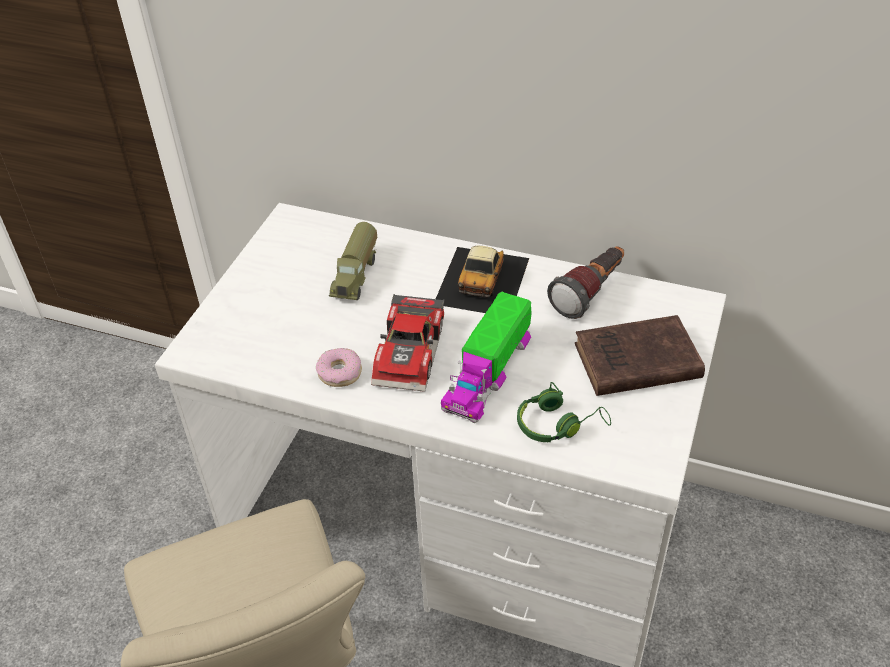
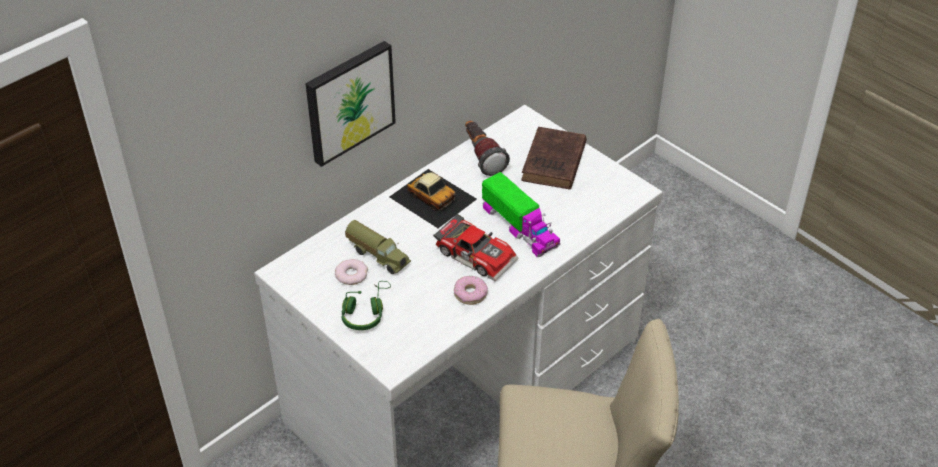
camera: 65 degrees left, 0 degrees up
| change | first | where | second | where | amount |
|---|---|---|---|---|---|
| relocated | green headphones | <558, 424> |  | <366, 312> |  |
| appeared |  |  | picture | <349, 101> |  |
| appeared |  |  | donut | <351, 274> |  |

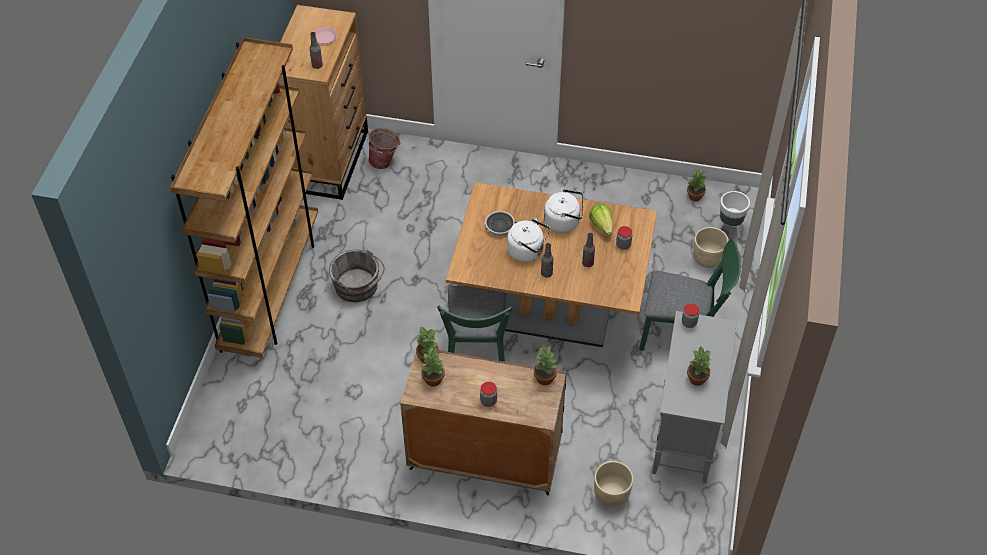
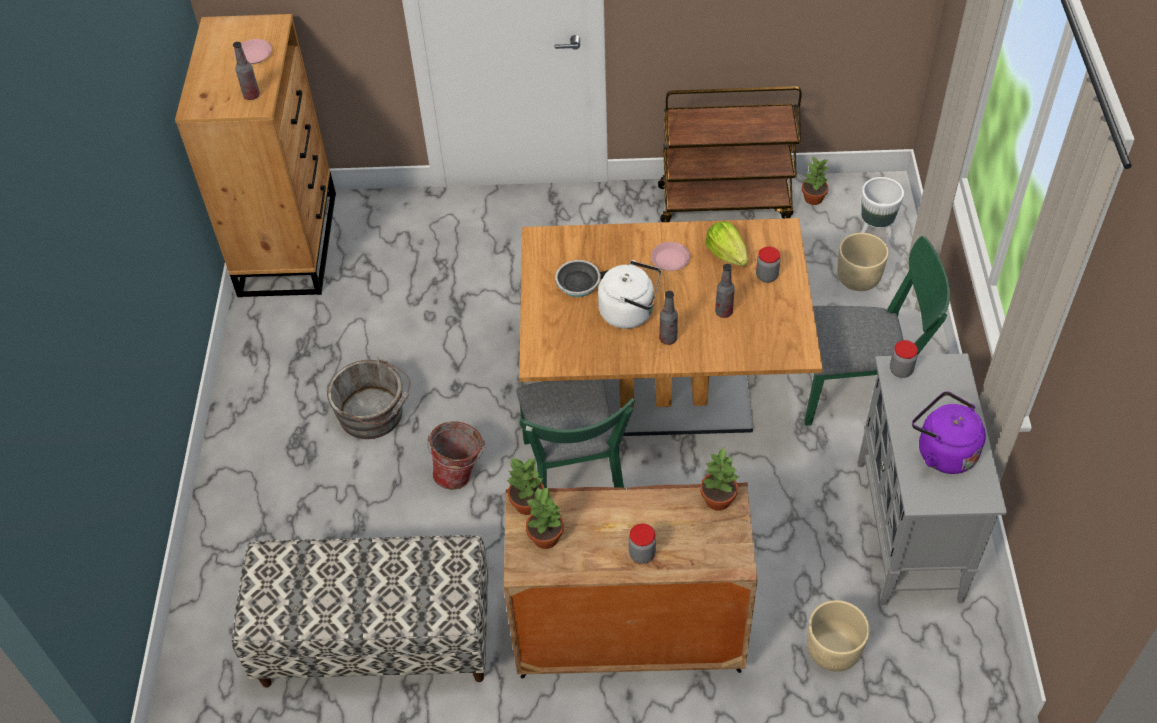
camera: 10 degrees left, 0 degrees up
| change | first | where | second | where | amount |
|---|---|---|---|---|---|
| missing | brown bookcase | <271, 289> |  |  |  |
| relocated | bucket | <385, 162> |  | <461, 474> |  |
| exchanged | white kettle | <564, 222> | pink plate | <670, 259> |  |
| exchanged | potted plant | <697, 378> | purple kettle | <942, 451> |  |
| appeared |  |  | bench | <376, 641> |  |
| appeared |  |  | brown cart | <725, 201> |  |

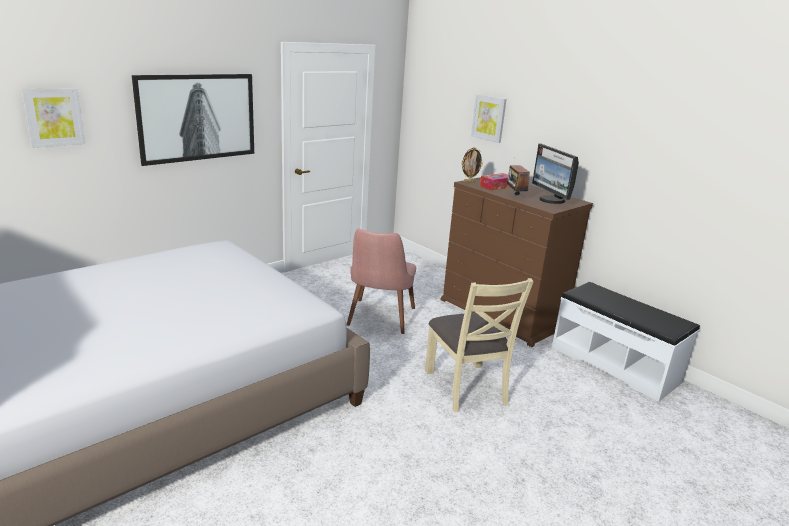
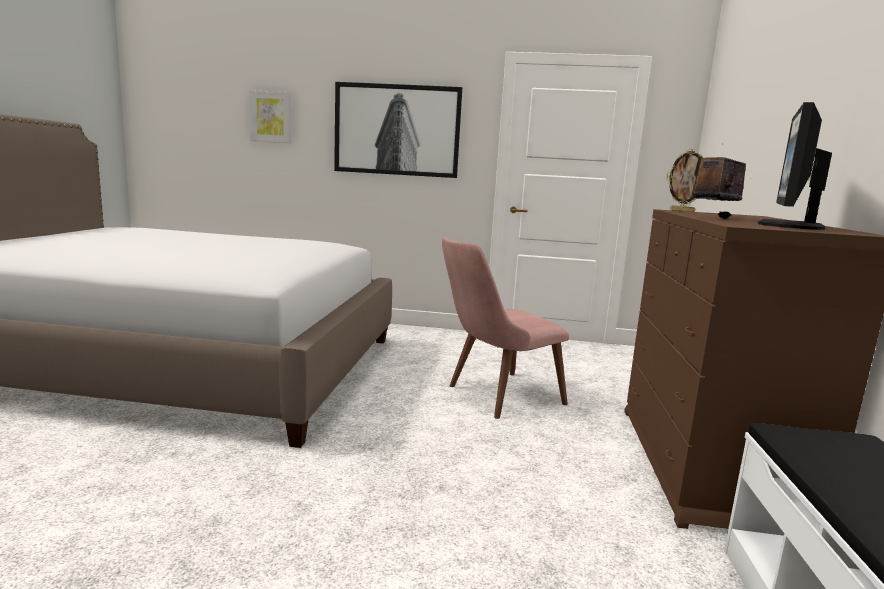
camera: 50 degrees right, 10 degrees down
| change | first | where | second | where | amount |
|---|---|---|---|---|---|
| missing | beige chair | <466, 387> |  |  |  |
| missing | picture | <489, 118> |  |  |  |
| missing | tissue box | <496, 186> |  |  |  |

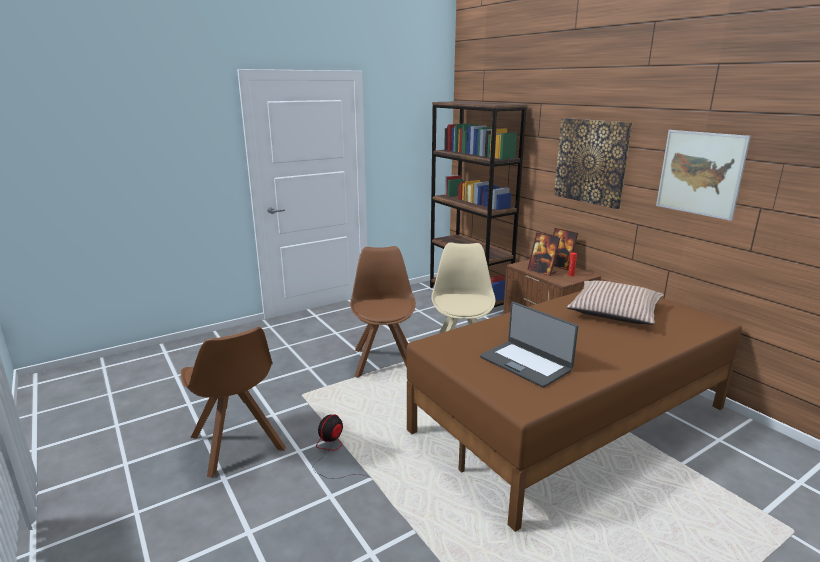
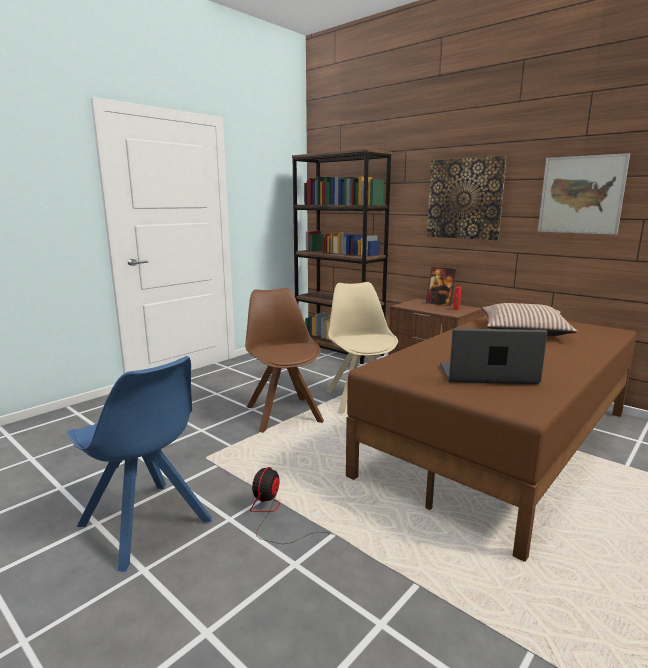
camera: 15 degrees left, 5 degrees down
| change | first | where | second | where | amount |
|---|---|---|---|---|---|
| colour | brown chair | <238, 444> | blue chair | <147, 525> |  |
| spun | laptop | <526, 363> |  | <487, 375> | 150 degrees clockwise |
| missing | picture frame | <542, 271> |  |  |  |

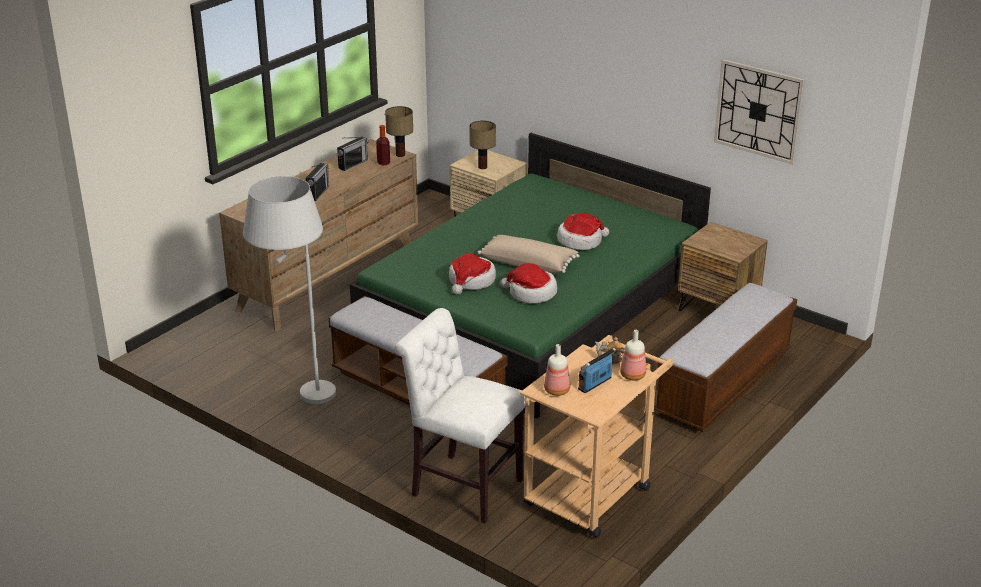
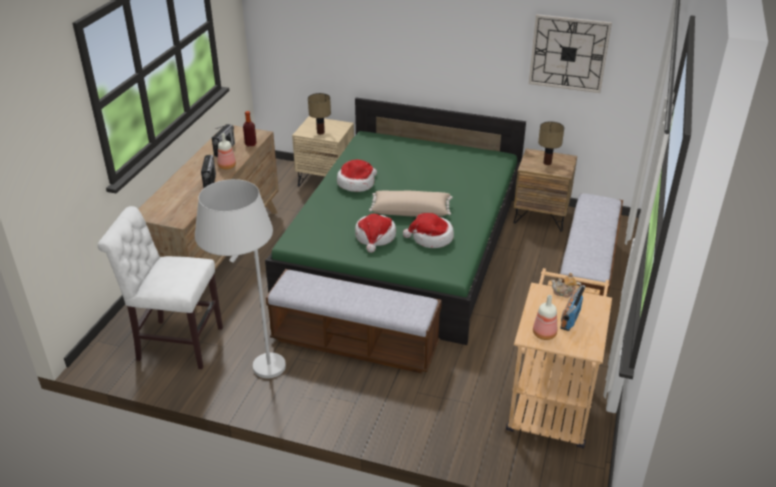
camera: 20 degrees left, 5 degrees up
| change | first | where | second | where | amount |
|---|---|---|---|---|---|
| relocated | table lamp | <401, 155> |  | <548, 163> |  |
| relocated | white chair | <462, 486> |  | <175, 343> |  |
| relocated | hat | <581, 241> |  | <357, 183> |  |
| relocated | bottle | <632, 375> |  | <226, 166> |  |

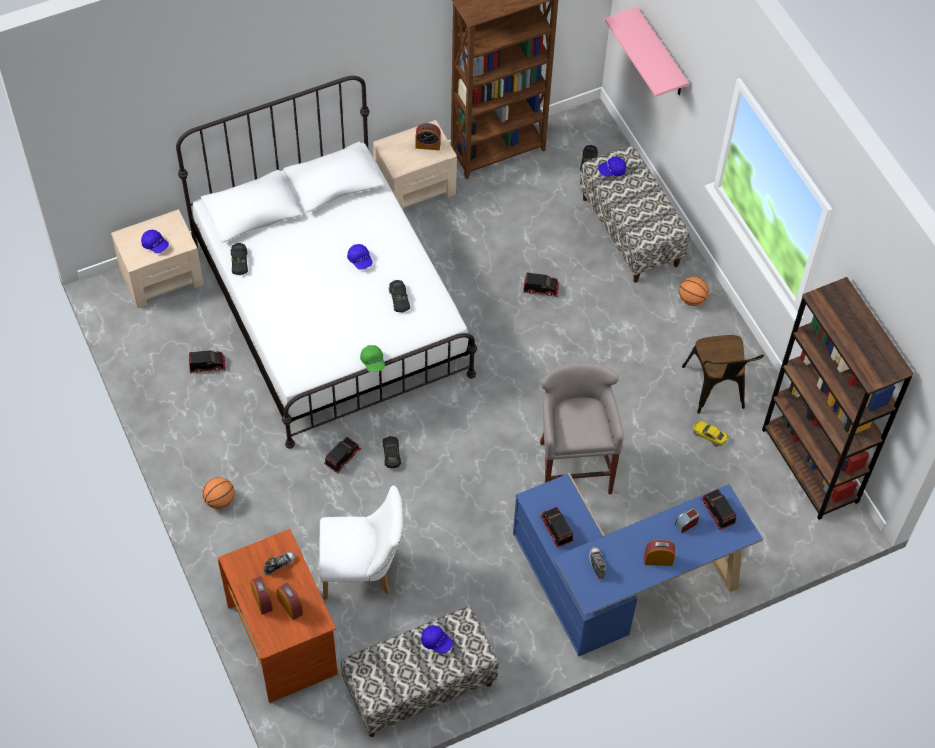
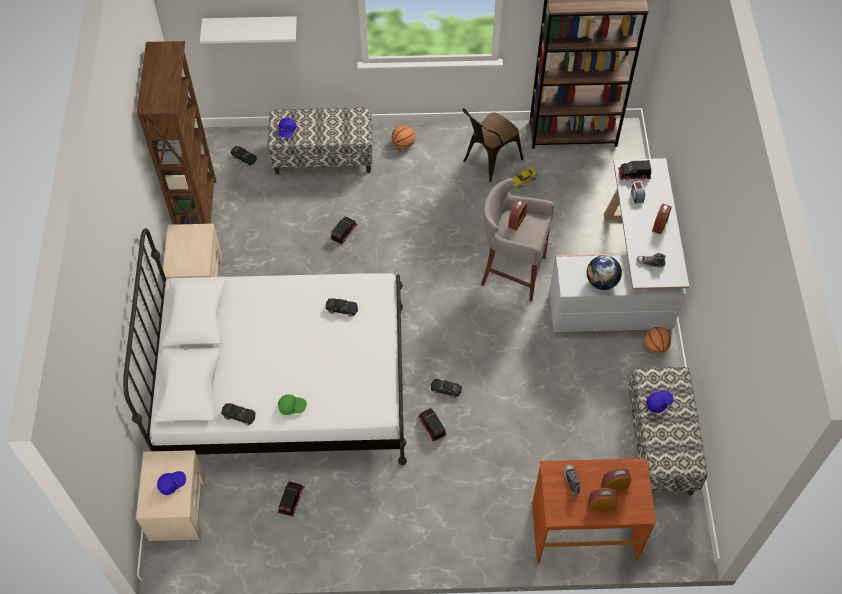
camera: 65 degrees left, 0 degrees up
| change | first | where | second | where | amount |
|---|---|---|---|---|---|
| relocated | basketball | <220, 500> |  | <655, 346> |  |
| missing | white chair | <363, 571> |  |  |  |
| missing | blue cap | <360, 260> |  |  |  |
| relocated | green cap | <373, 362> |  | <292, 407> |  |
| relocated | alarm clock | <428, 145> |  | <517, 220> |  |
| colour | blue desk | <620, 583> | white desk | <621, 280> |  |
| exchanged | toy truck | <556, 529> | globe | <601, 282> |  |
| colour | pink shelf | <661, 54> | white shelf | <250, 26> |  |
| spun | brown chair | <716, 391> |  | <488, 161> | 120 degrees clockwise |

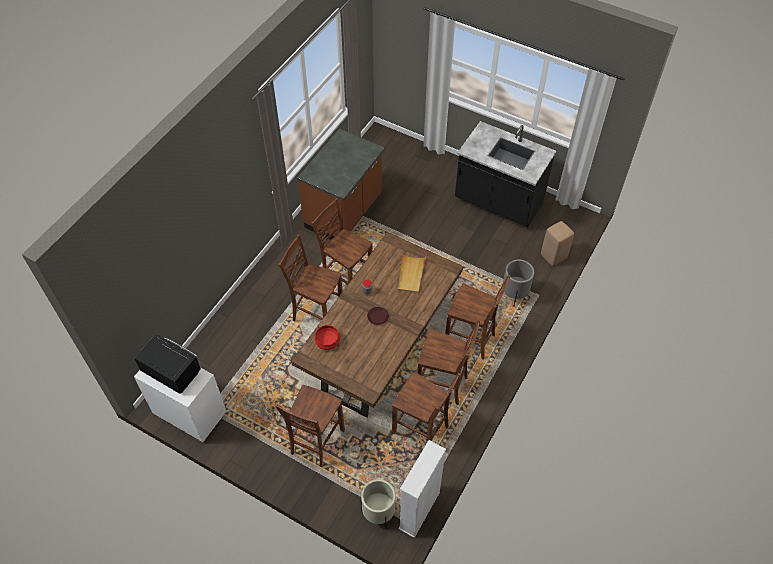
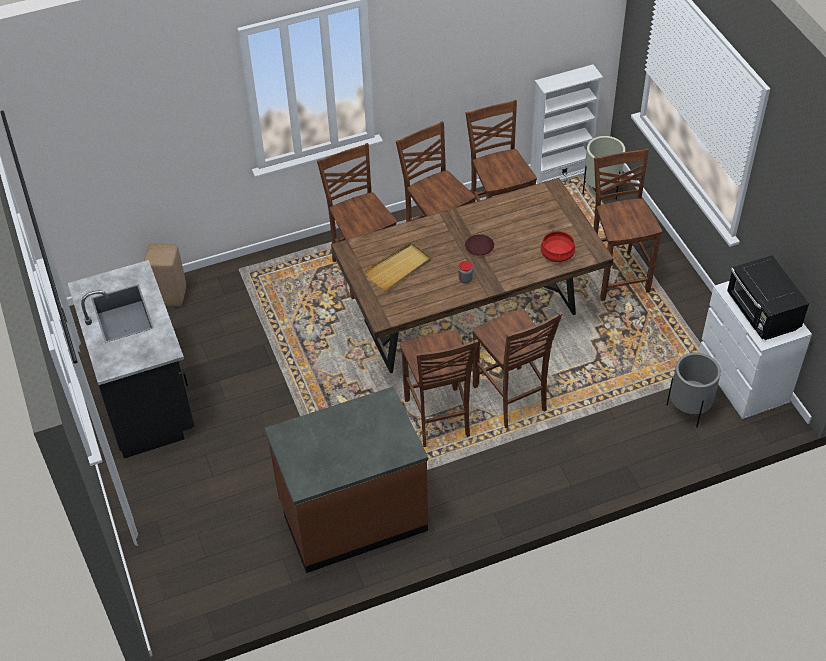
camera: 140 degrees left, 5 degrees down
| change | first | where | second | where | amount |
|---|---|---|---|---|---|
| spun | brown chair | <315, 442> |  | <617, 274> | 75 degrees counterclockwise |
| relocated | grey planter | <514, 295> |  | <689, 409> |  |

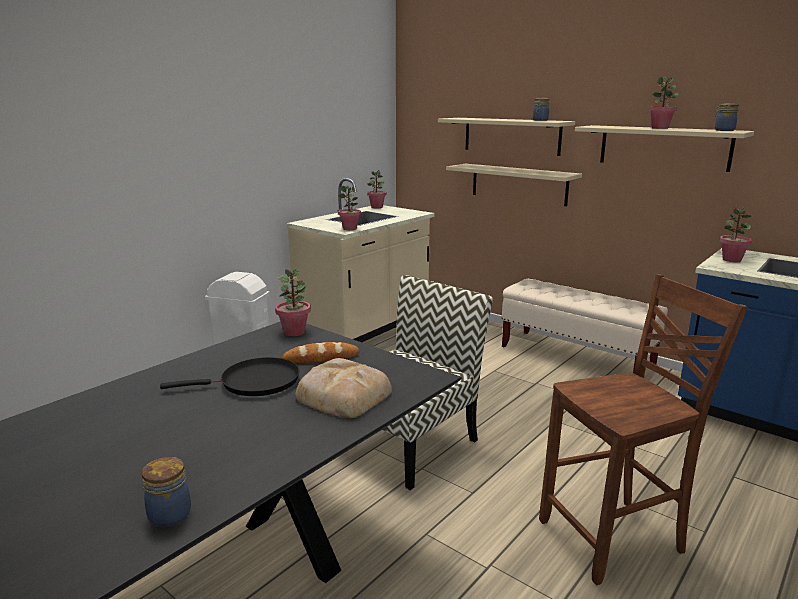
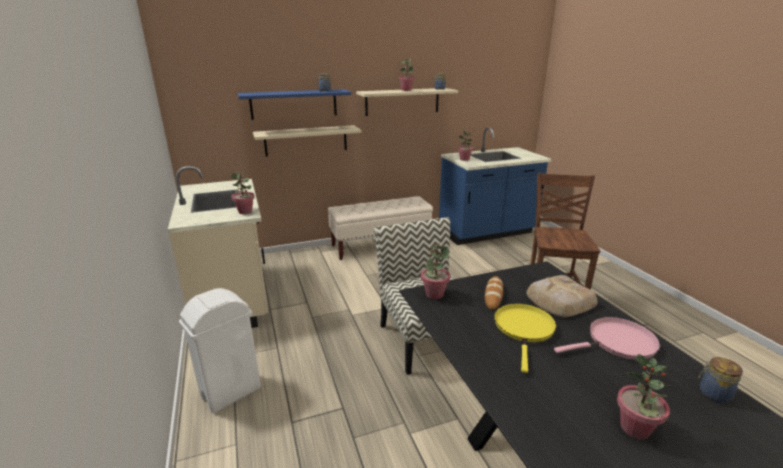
camera: 60 degrees left, 5 degrees up
| change | first | where | second | where | amount |
|---|---|---|---|---|---|
| colour | black frying pan | <254, 382> | yellow frying pan | <524, 329> |  |
| relocated | potted plant | <376, 207> |  | <635, 428> |  |
| colour | beige shelf | <511, 136> | blue shelf | <294, 104> |  |
| appeared |  |  | pink frying pan | <618, 342> |  |

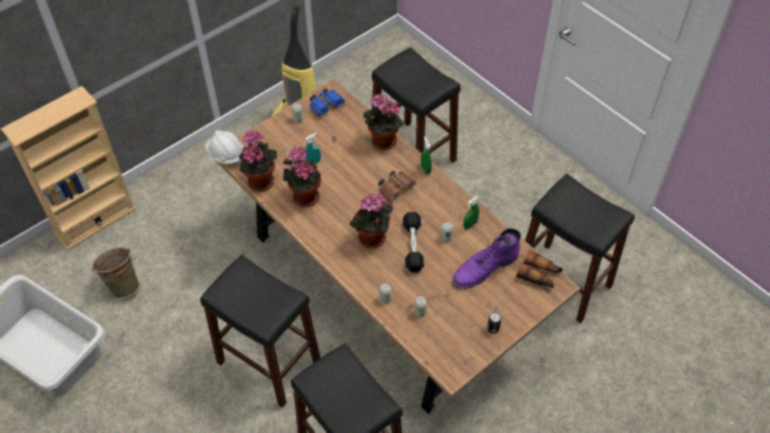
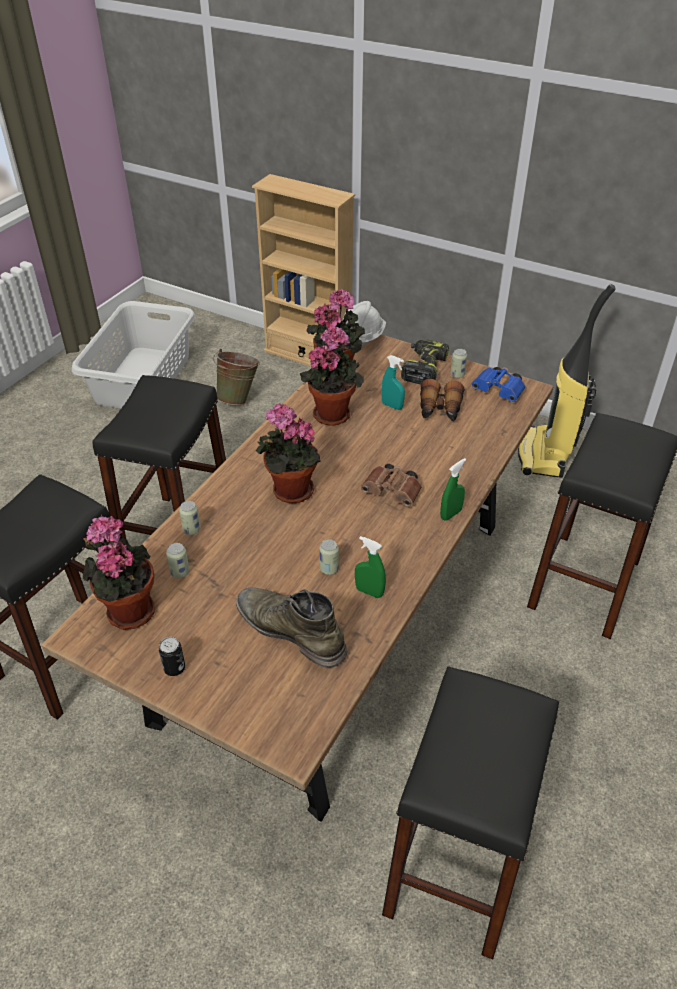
camera: 70 degrees right, 10 degrees down
| change | first | where | second | where | amount |
|---|---|---|---|---|---|
| relocated | potted plant | <382, 142> |  | <128, 609> |  |
| missing | black dumbbell | <413, 246> |  |  |  |
| colour | purple boot | <484, 268> | green boot | <290, 630> |  |
| relocated | binoculars | <539, 275> |  | <439, 410> |  |
| appeared |  |  | power drill | <423, 368> |  |

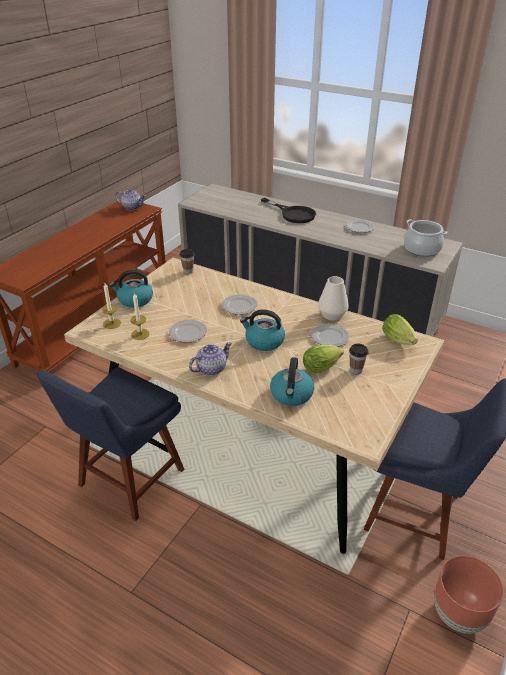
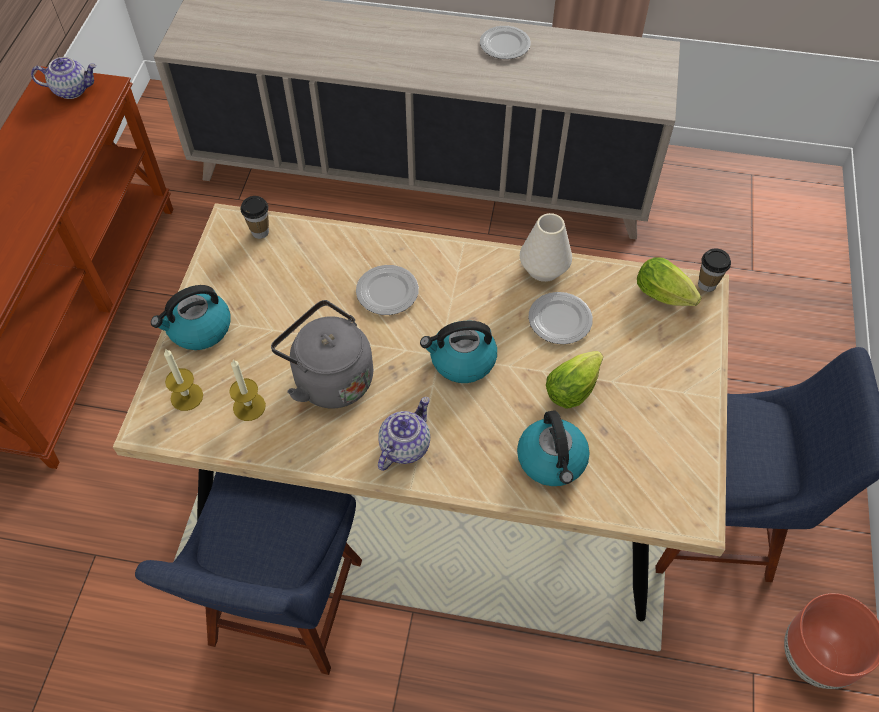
camera: 20 degrees left, 20 degrees up
| change | first | where | second | where | amount |
|---|---|---|---|---|---|
| exchanged | plate | <188, 332> | grey kettle | <329, 378> |  |
| missing | black frying pan | <293, 214> |  |  |  |
| relocated | cup | <356, 370> |  | <707, 284> |  |
| missing | cooking pot | <422, 249> |  |  |  |

